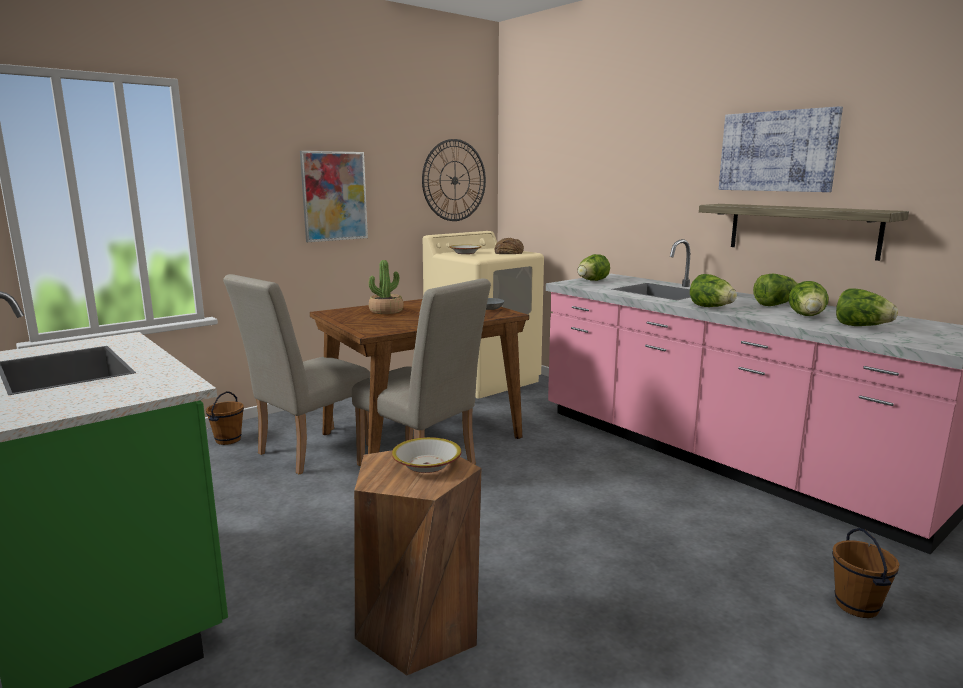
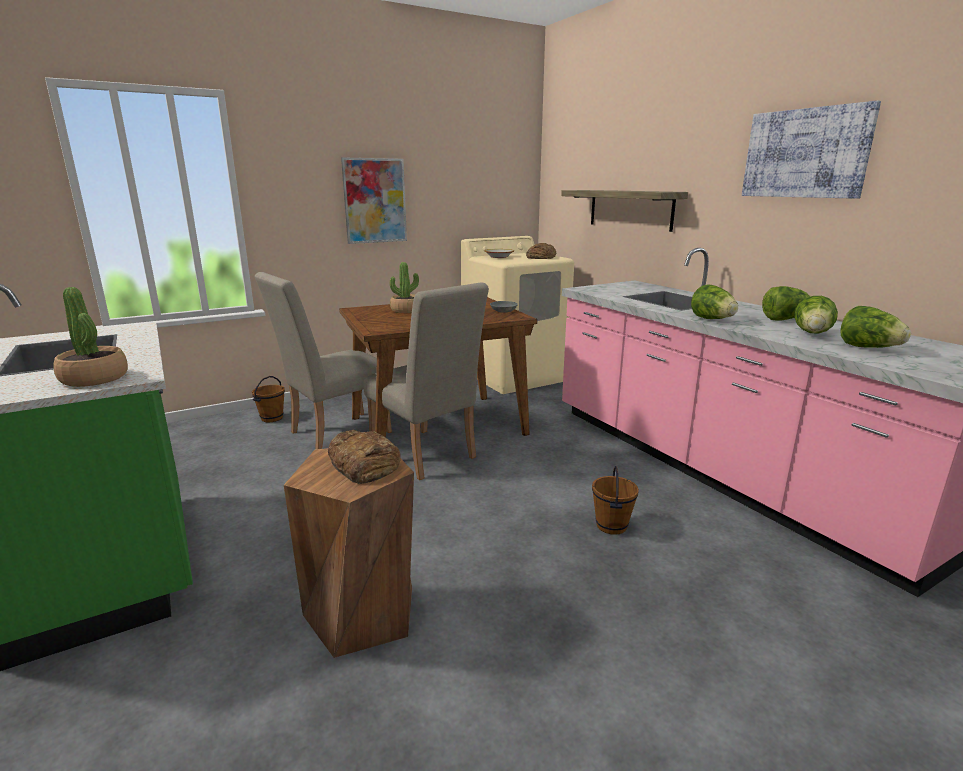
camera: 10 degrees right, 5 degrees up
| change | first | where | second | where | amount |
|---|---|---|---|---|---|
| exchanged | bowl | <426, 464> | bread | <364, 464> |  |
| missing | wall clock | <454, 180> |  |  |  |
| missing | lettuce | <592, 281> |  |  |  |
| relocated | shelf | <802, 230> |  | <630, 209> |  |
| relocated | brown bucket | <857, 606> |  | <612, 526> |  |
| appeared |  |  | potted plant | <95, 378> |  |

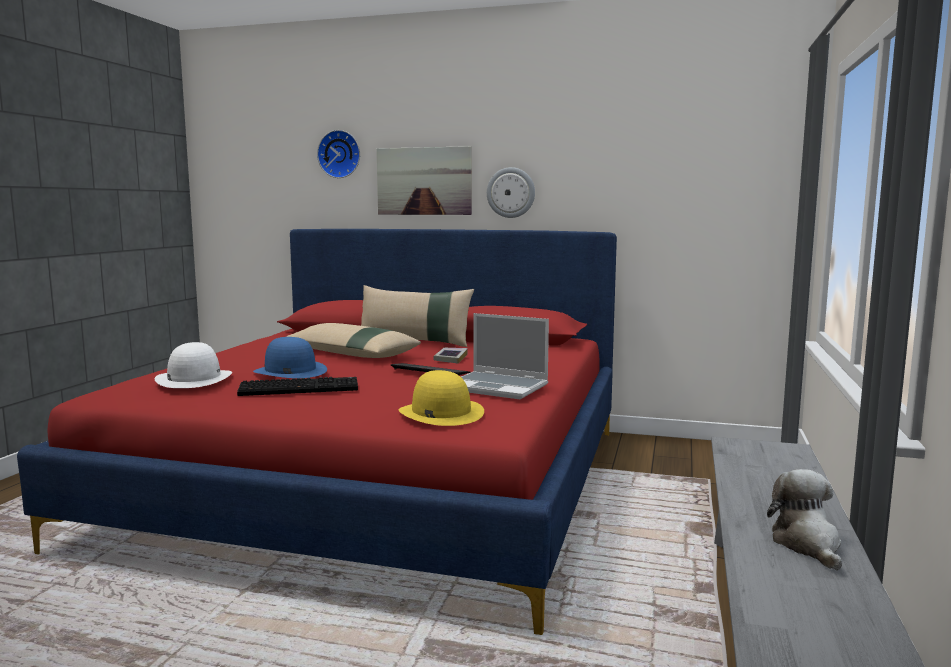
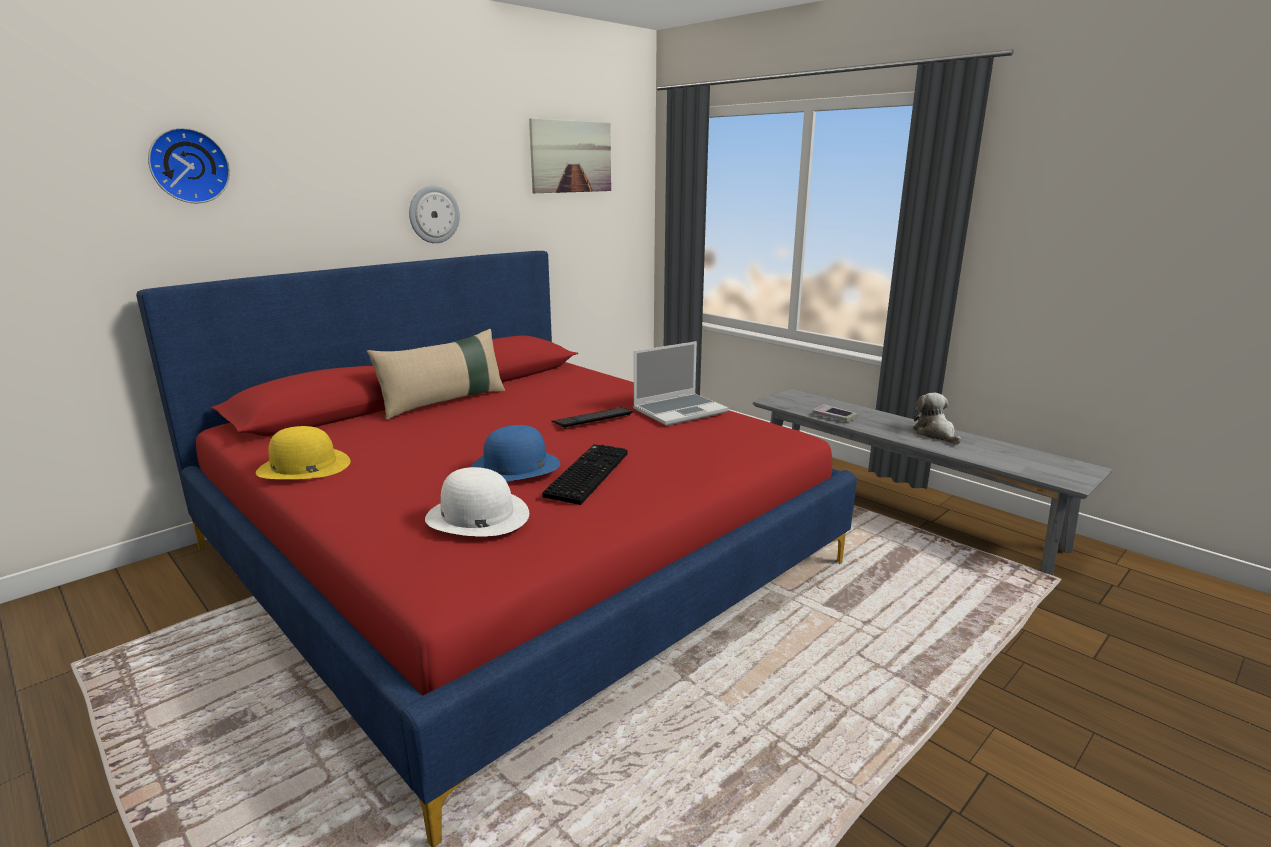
camera: 60 degrees left, 10 degrees up
| change | first | where | second | where | amount |
|---|---|---|---|---|---|
| missing | beige pillow | <351, 354> |  |  |  |
| relocated | picture | <424, 181> |  | <571, 156> |  |
| relocated | yellow hat | <441, 413> |  | <303, 466> |  |
| relocated | book | <450, 358> |  | <834, 417> |  |
| spun | plush toy | <807, 544> |  | <935, 434> | 45 degrees clockwise |

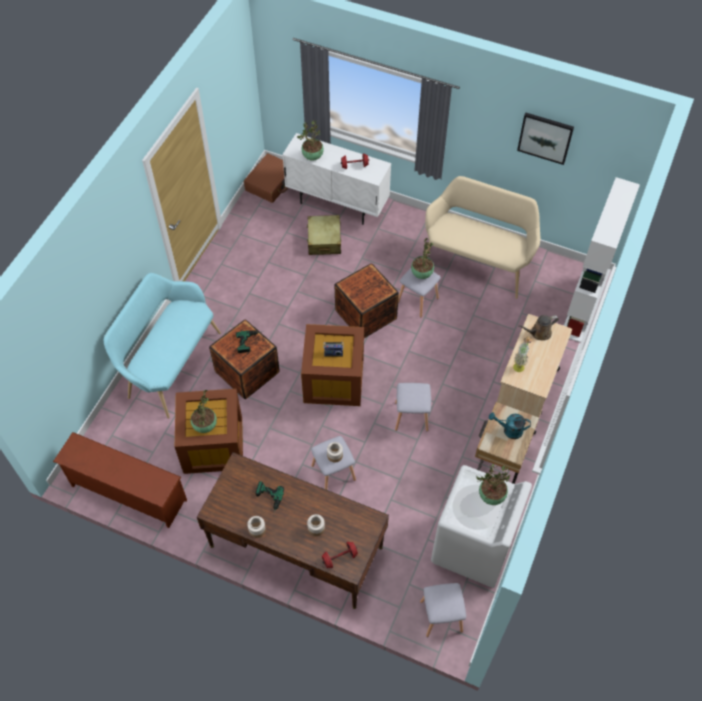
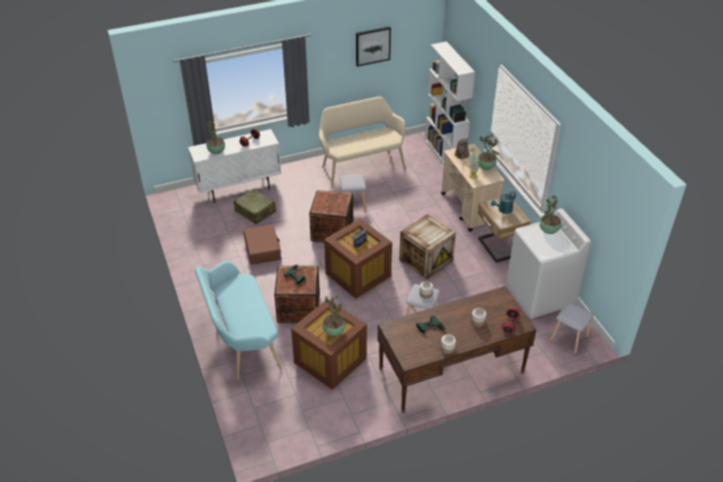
camera: 45 degrees left, 15 degrees down
| change | first | where | second | where | amount |
|---|---|---|---|---|---|
| missing | brown shoe rack | <127, 493> |  |  |  |
| relocated | brown suitcase | <270, 183> |  | <262, 249> |  |
| exchanged | grey stool | <412, 416> | crate | <426, 260> |  |
| relocated | potted plant | <421, 273> |  | <485, 167> |  |

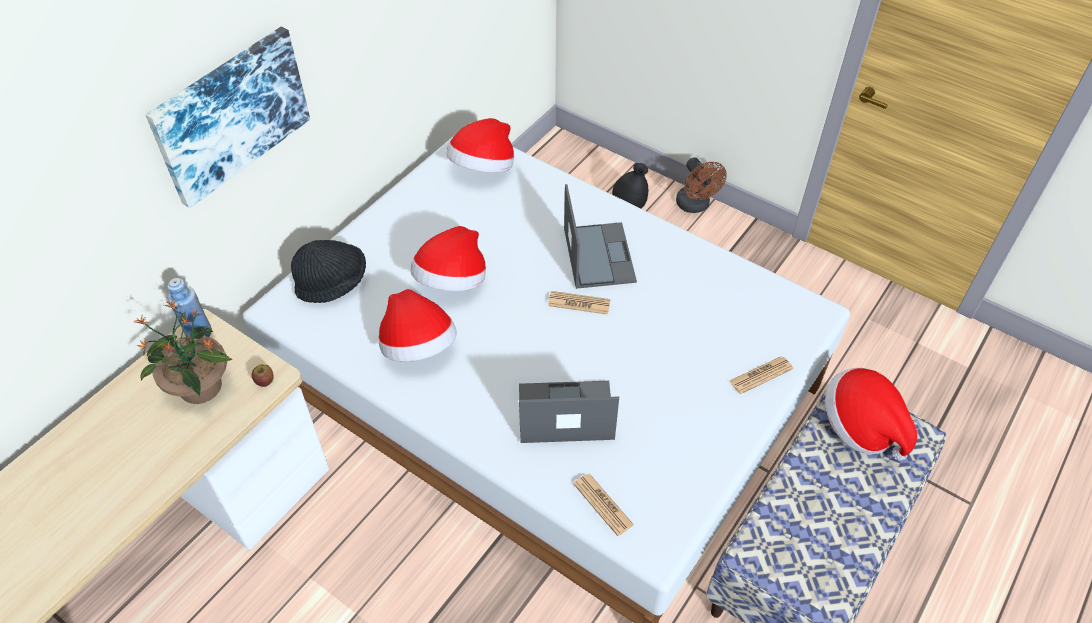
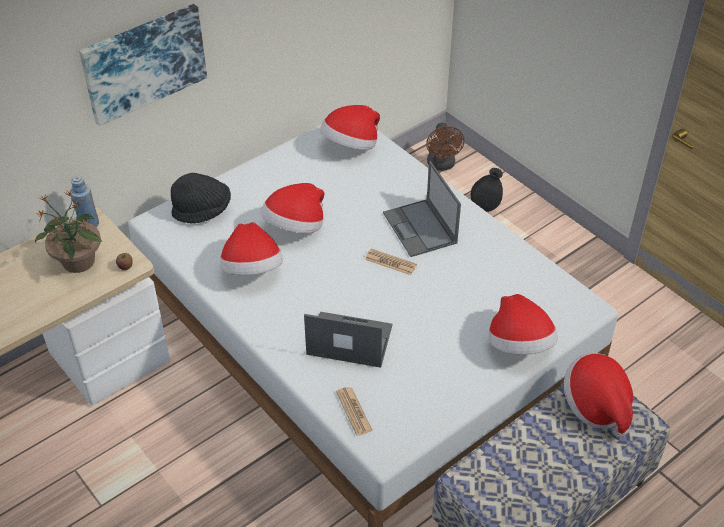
camera: 15 degrees right, 5 degrees down
| change | first | where | second | where | amount |
|---|---|---|---|---|---|
| spun | laptop | <598, 254> |  | <420, 228> | 150 degrees clockwise |
| relocated | brown fan | <695, 206> |  | <442, 165> |  |
| exchanged | newspaper | <761, 375> | hat | <519, 345> |  |

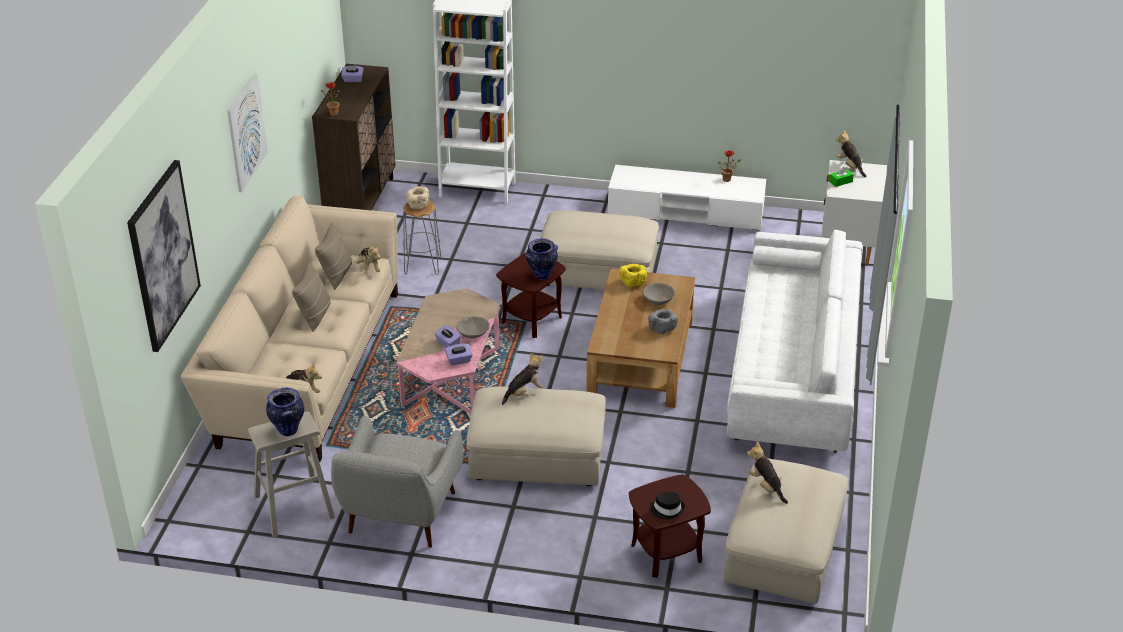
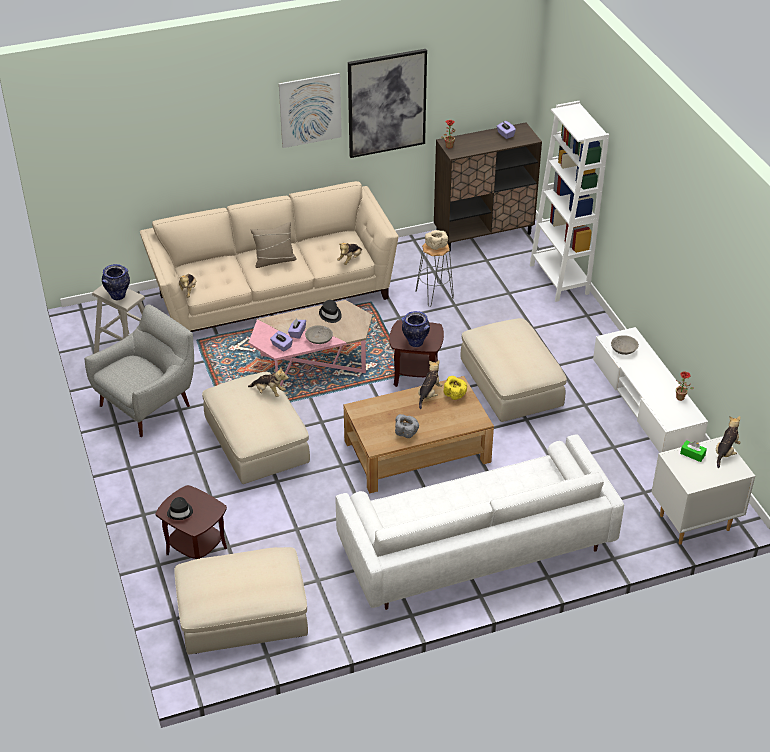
camera: 60 degrees right, 5 degrees up
| change | first | where | second | where | amount |
|---|---|---|---|---|---|
| relocated | picture | <163, 255> |  | <386, 103> |  |
| missing | beige pillow | <336, 274> |  |  |  |
| spun | grey armchair | <400, 517> |  | <148, 404> | 150 degrees clockwise |
| relocated | grey bowl | <658, 299> |  | <623, 350> |  |
| relocated | plush toy | <766, 486> |  | <429, 394> |  |
| appeared |  |  | black hat | <330, 315> |  |

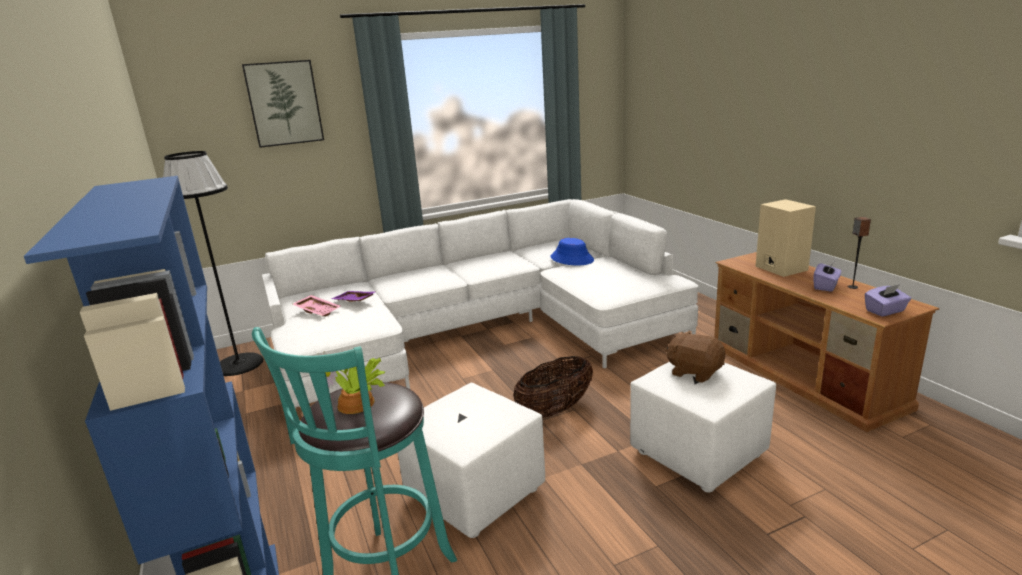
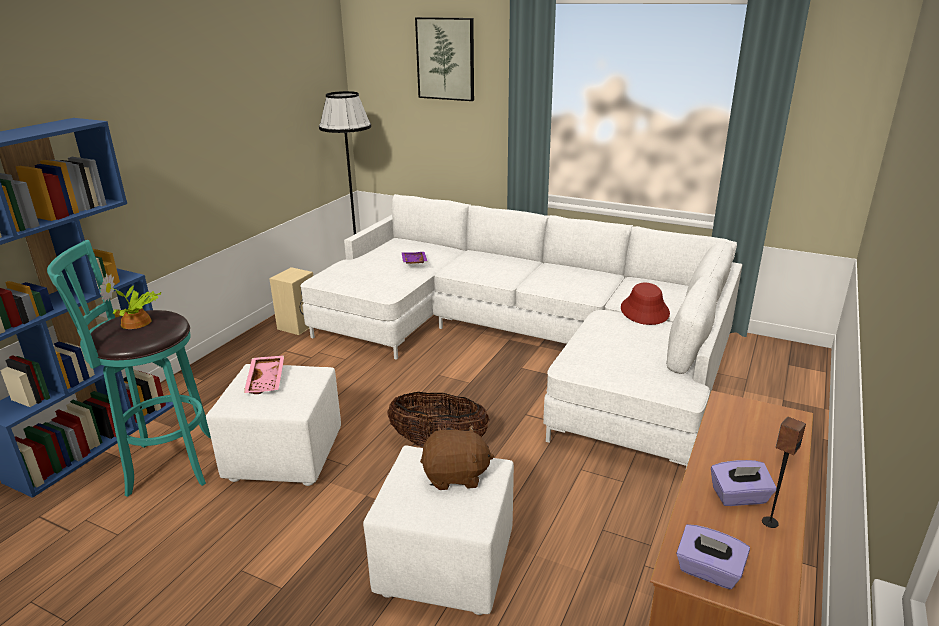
camera: 50 degrees right, 5 degrees up
| change | first | where | second | where | amount |
|---|---|---|---|---|---|
| relocated | pink tray | <318, 310> |  | <267, 380> |  |
| colour | blue hat | <572, 259> | red hat | <645, 311> |  |
| spun | brown plush toy | <694, 372> |  | <455, 476> | 90 degrees clockwise |
| relocated | beige speaker | <779, 268> |  | <298, 325> |  |

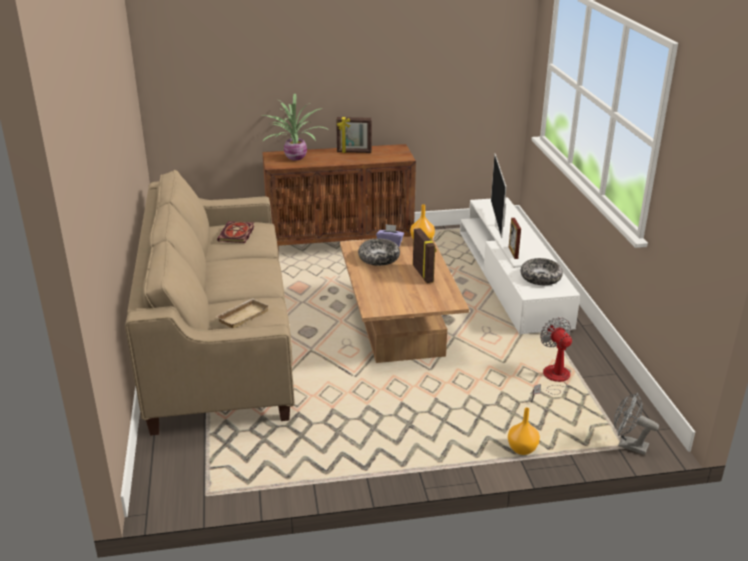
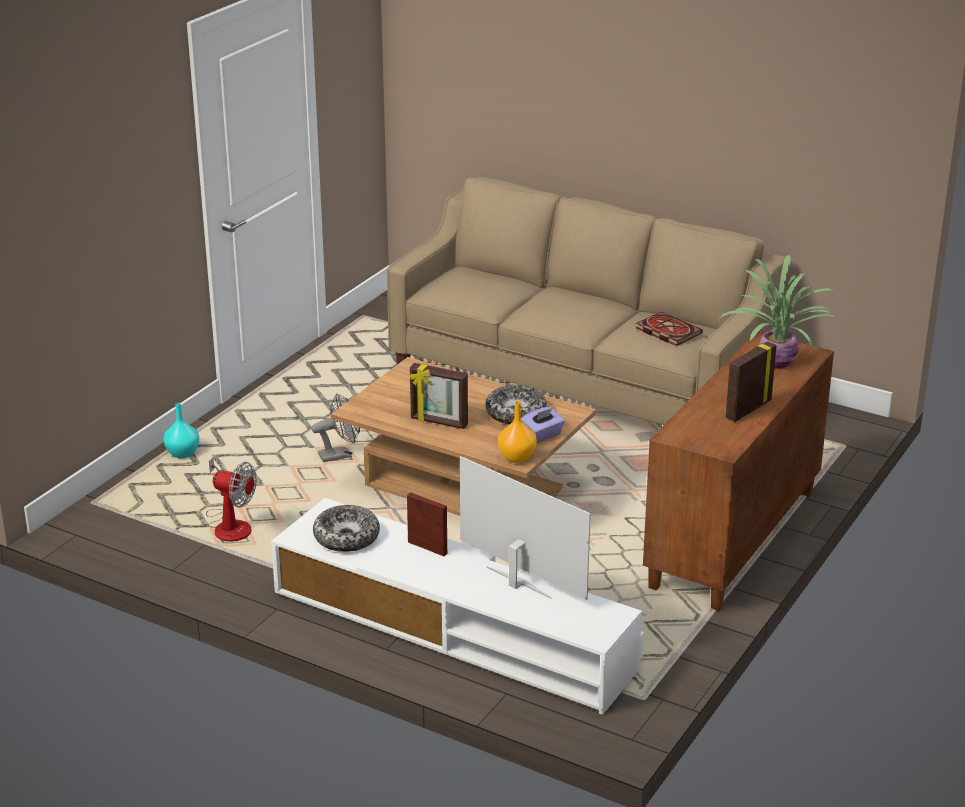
camera: 130 degrees right, 0 degrees up
| change | first | where | second | where | amount |
|---|---|---|---|---|---|
| missing | beige tray | <242, 316> |  |  |  |
| colour | orange vase | <521, 449> | turquoise vase | <183, 454> |  |
| relocated | grey fan | <628, 445> |  | <340, 455> |  |

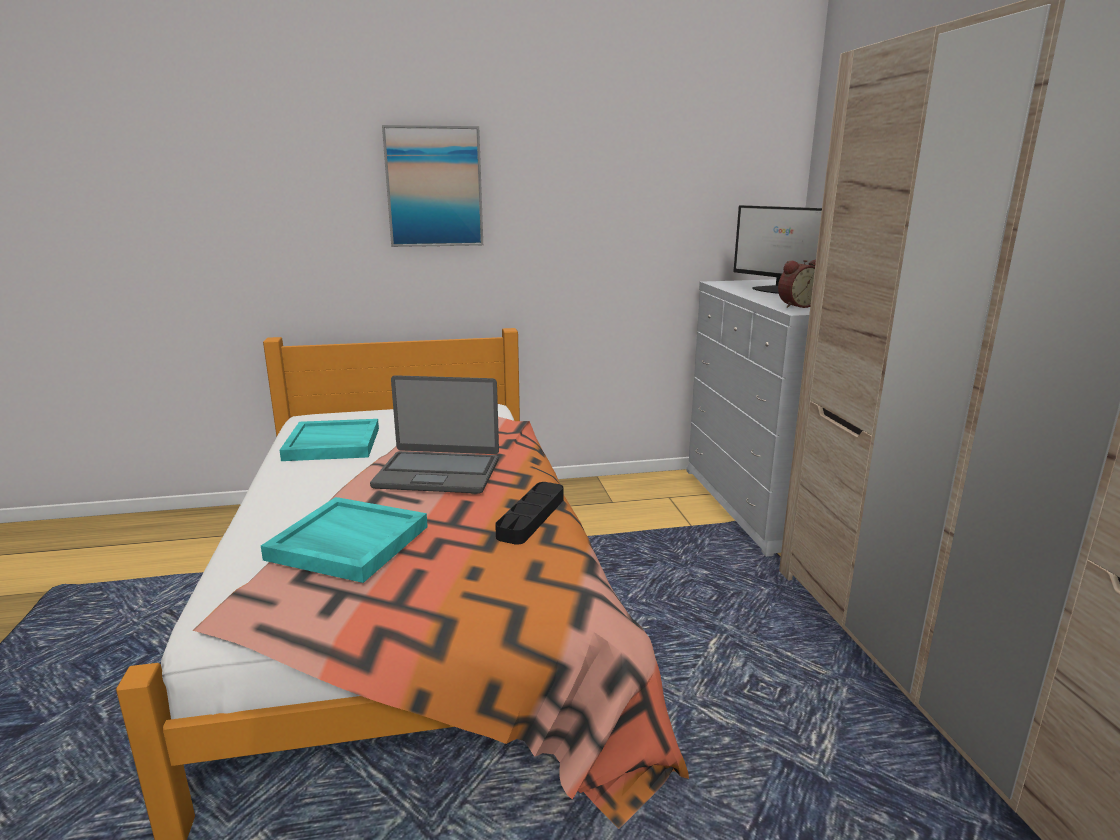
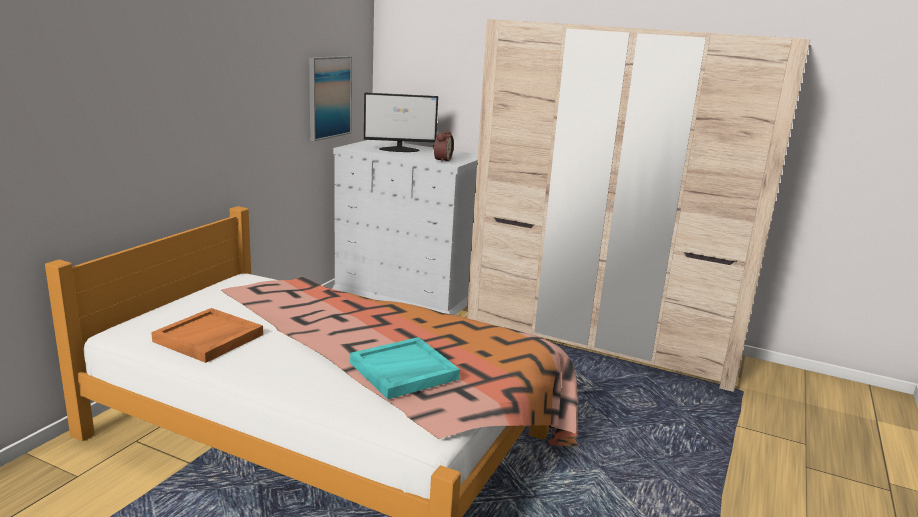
camera: 55 degrees left, 0 degrees up
| change | first | where | second | where | amount |
|---|---|---|---|---|---|
| colour | turquoise tray | <331, 444> | orange tray | <208, 338> |  |
| missing | laptop | <438, 473> |  |  |  |
| relocated | picture | <434, 187> |  | <329, 97> |  |
| missing | black tray | <531, 517> |  |  |  |

